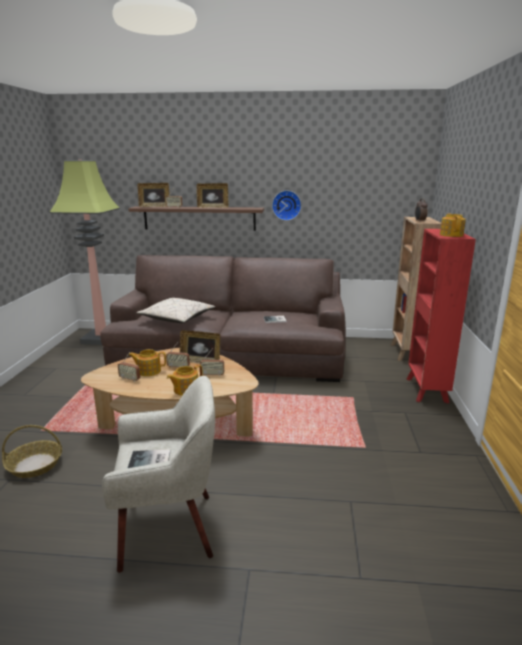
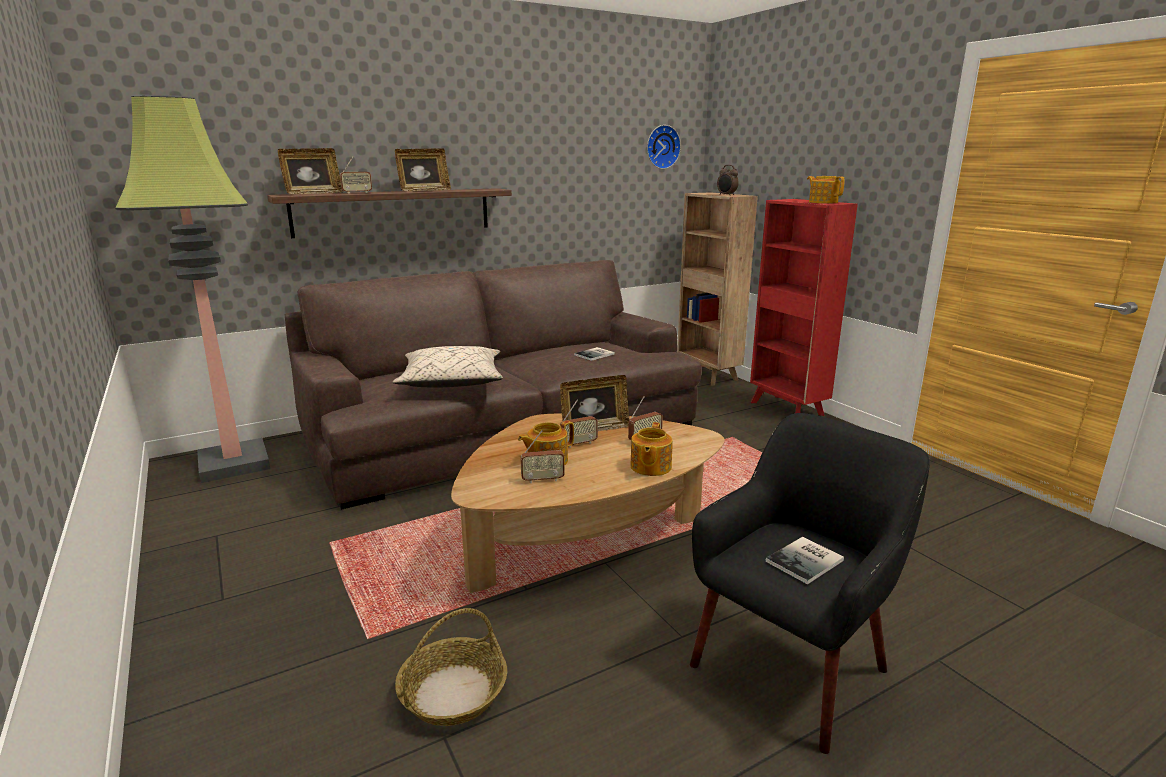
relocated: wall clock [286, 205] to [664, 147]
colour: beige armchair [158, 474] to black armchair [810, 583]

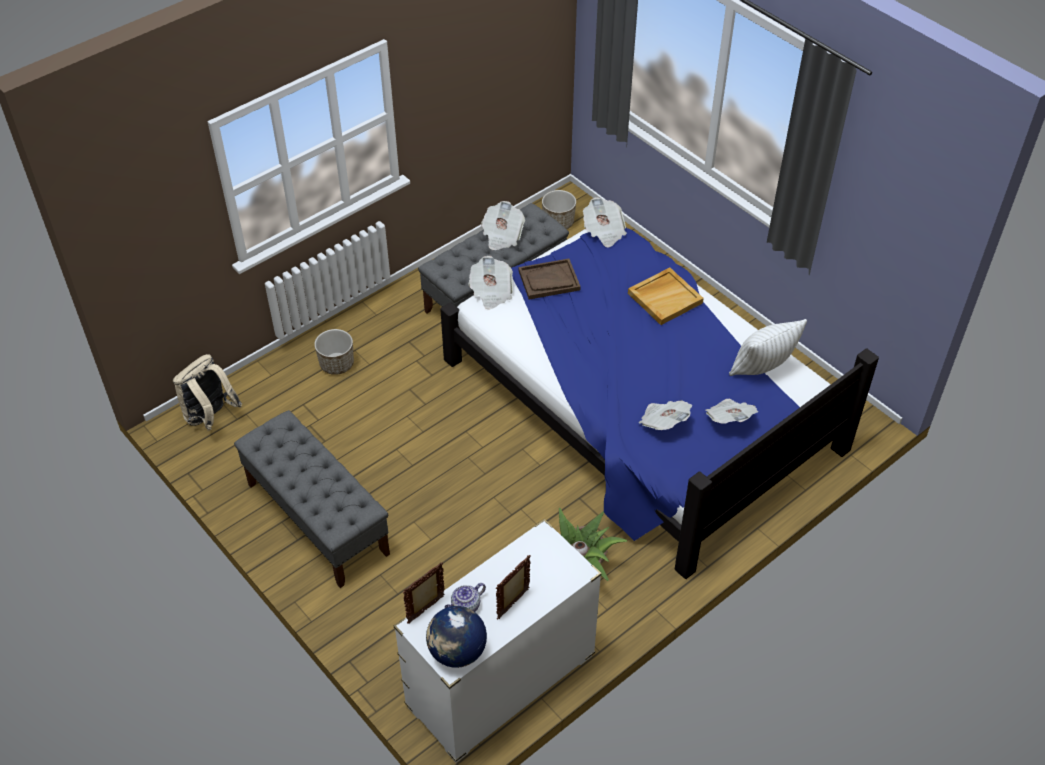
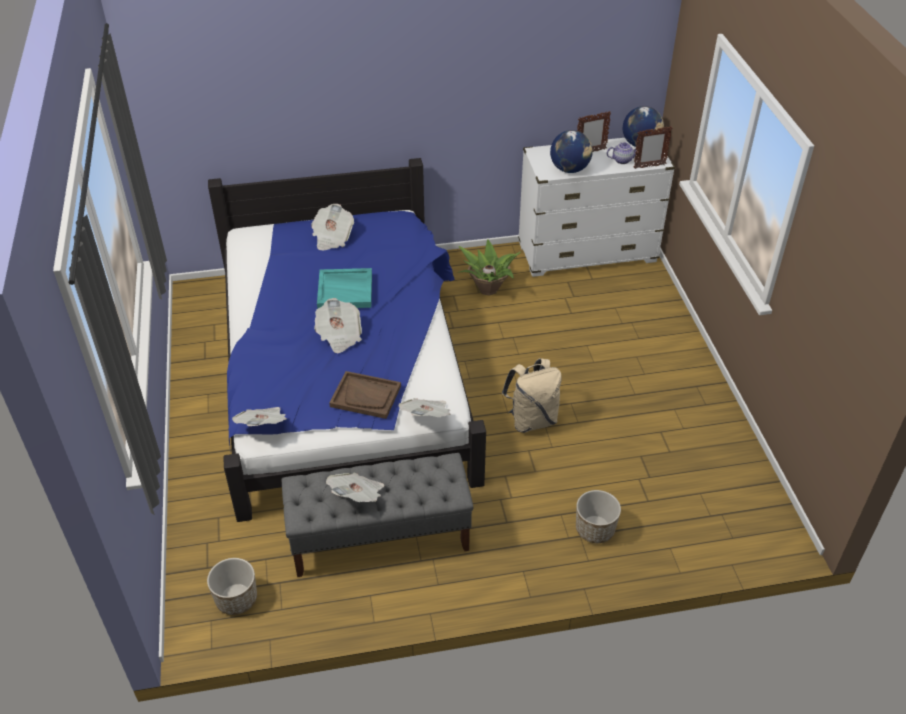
missing: grey bench [312, 499]; beige tray [666, 296]; white pillow [768, 347]
appeared: turquoise tray [344, 288]; globe [571, 151]
relocated: newspaper [665, 415] to [338, 325]; beige backpack [207, 392] to [532, 395]

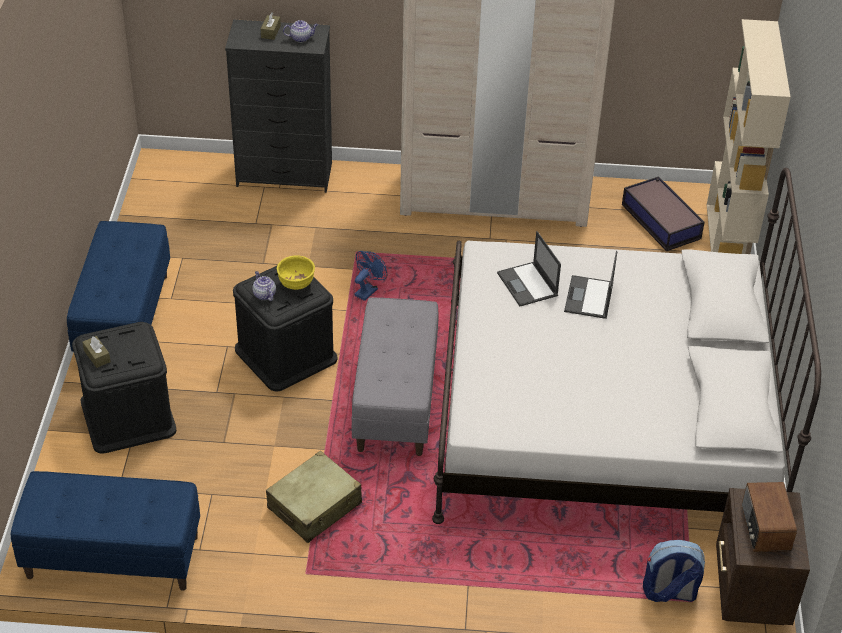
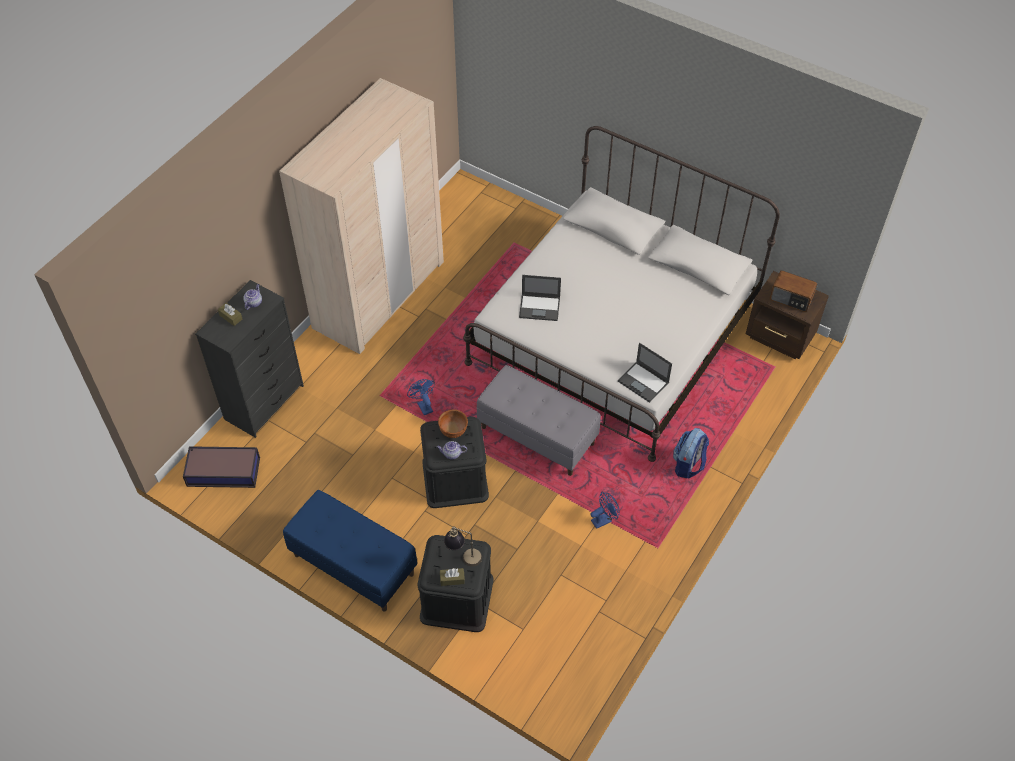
missing: blue bench [105, 531]; beige bookcase [749, 136]
appeared: table lamp [463, 546]
relocated: storage box [663, 213] to [221, 467]; laptop [590, 285] to [645, 373]; backpack [674, 571] to [691, 453]
exchanged: beige suitcase [314, 497] to blue fan [605, 510]
colour: yellow bowl [296, 272] to brown bowl [453, 423]

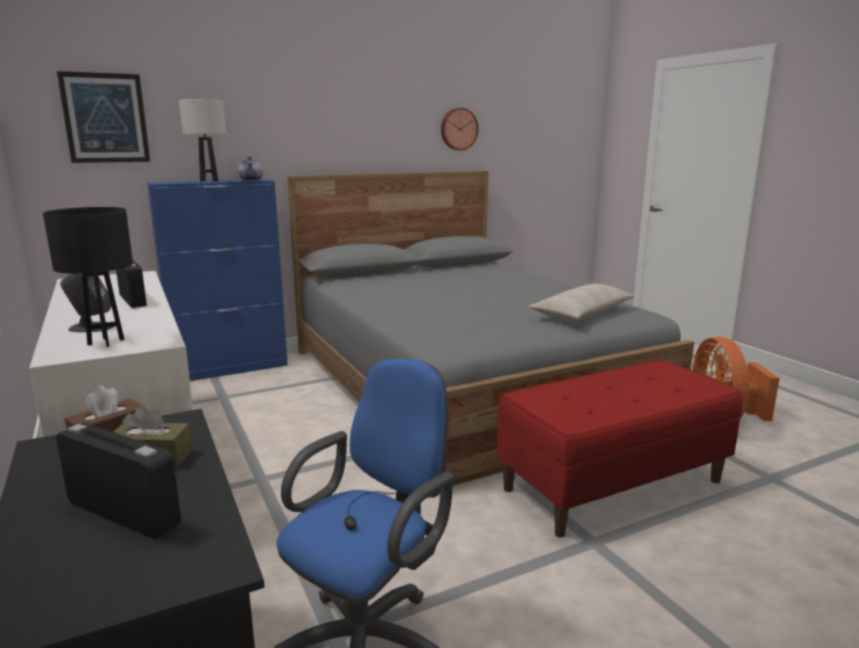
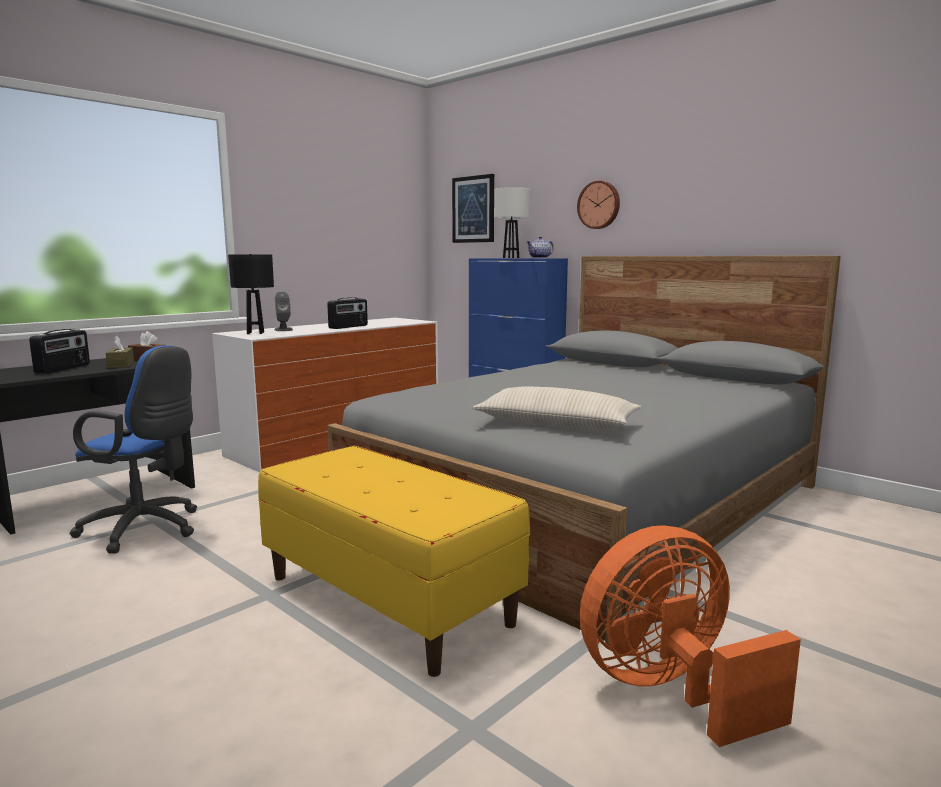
relocated: wall clock [460, 129] to [598, 205]
colour: red bench [620, 449] to yellow bench [394, 561]

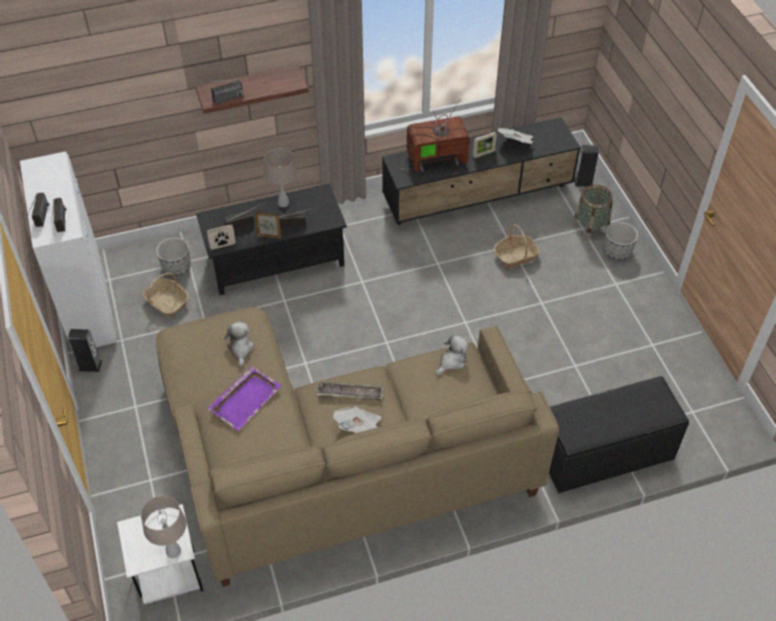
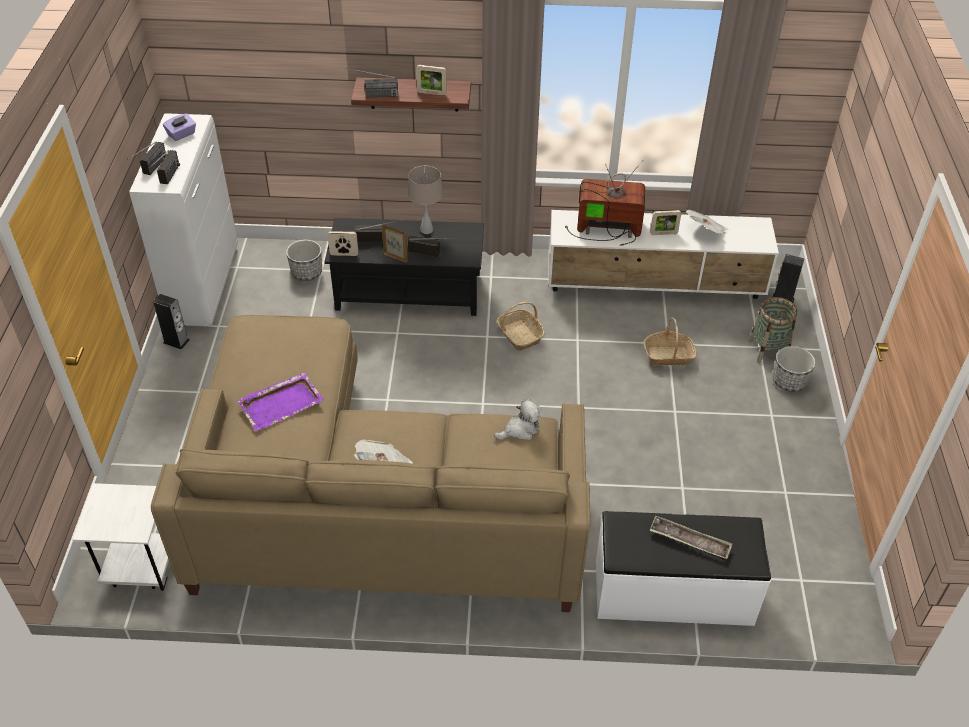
missing: beige table lamp [163, 526]; plush toy [239, 344]
appeared: purple tissue box [179, 127]; picture frame [431, 80]
relocated: basket [166, 295] to [521, 326]; tray [350, 391] to [690, 538]
colour: black tv stand [481, 171] to white tv stand [663, 254]; black bench [619, 434] to white bench [683, 568]

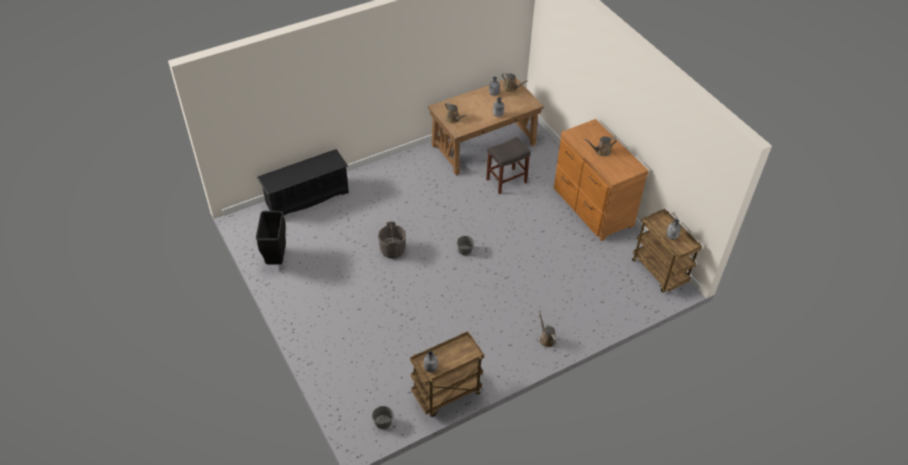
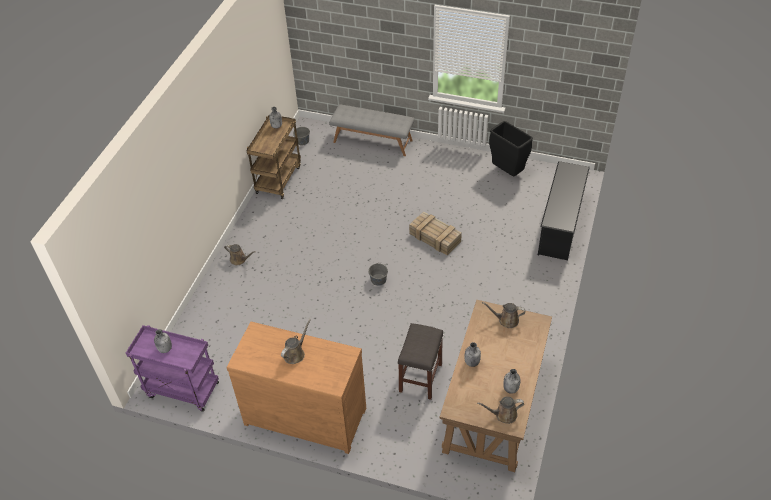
appeared: grey bench [371, 130]
exchanged: grey bucket [392, 239] to crate [435, 233]
colour: brown cart [667, 251] to purple cart [172, 368]

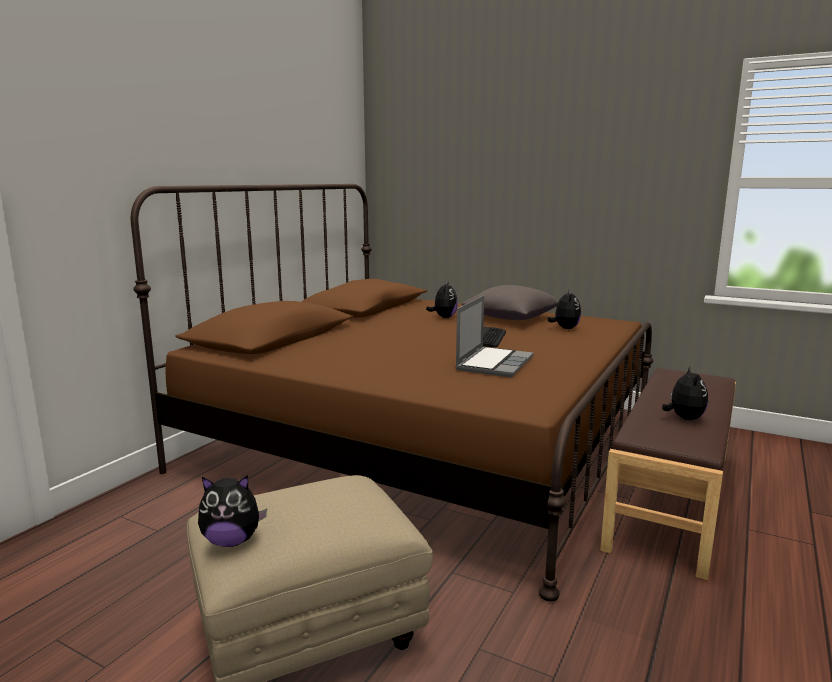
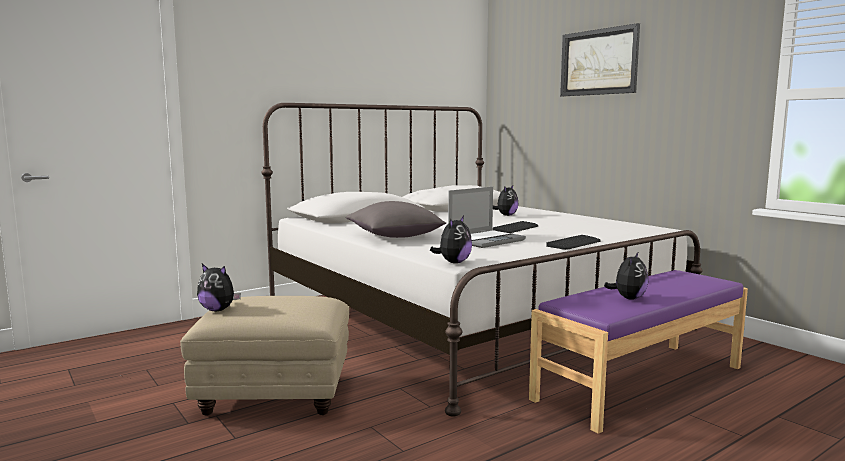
appeared: keyboard [573, 242]; picture [600, 59]
relocated: grey pillow [510, 302] to [396, 219]; plush toy [564, 309] to [451, 239]
colour: brown bed [391, 392] to white bed [482, 260]; brown bench [668, 474] to purple bench [638, 352]

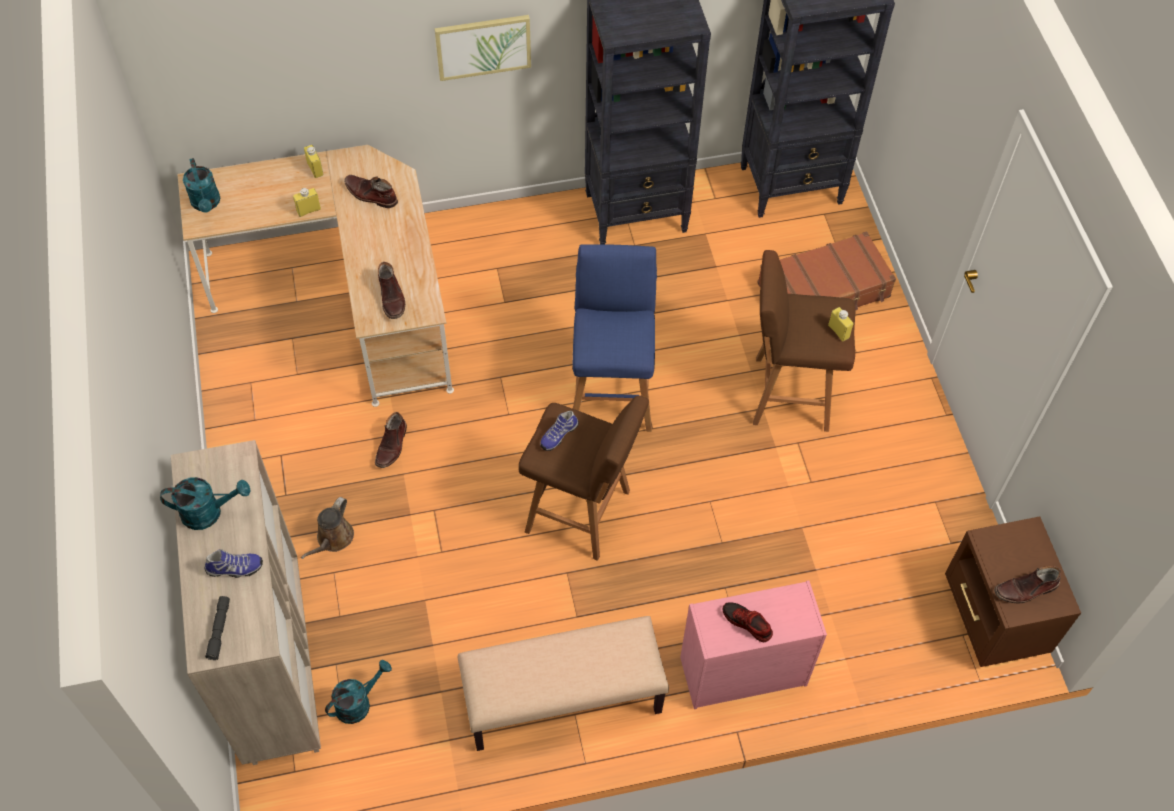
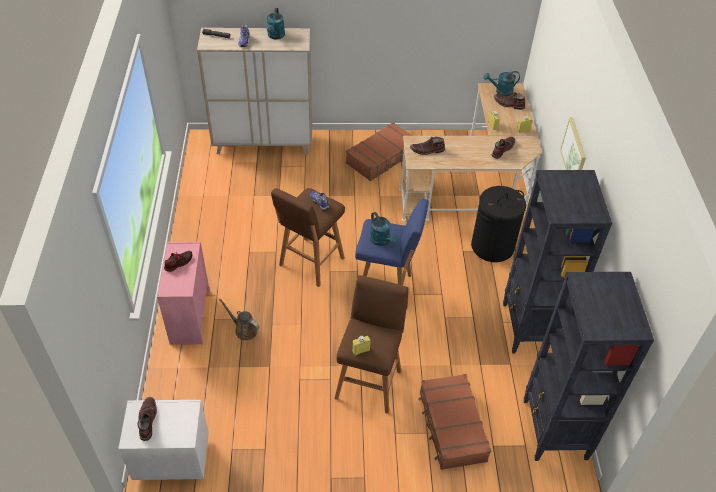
missing: beige bench [563, 683]
appeared: brown suitcase [379, 151]; black laundry basket [498, 224]
relocated: brown watering can [327, 528] to [239, 319]; turquoise watering can [358, 692] to [384, 229]; brown boot [391, 440] to [509, 101]
colour: brown nightstand [1013, 592] to white nightstand [163, 440]

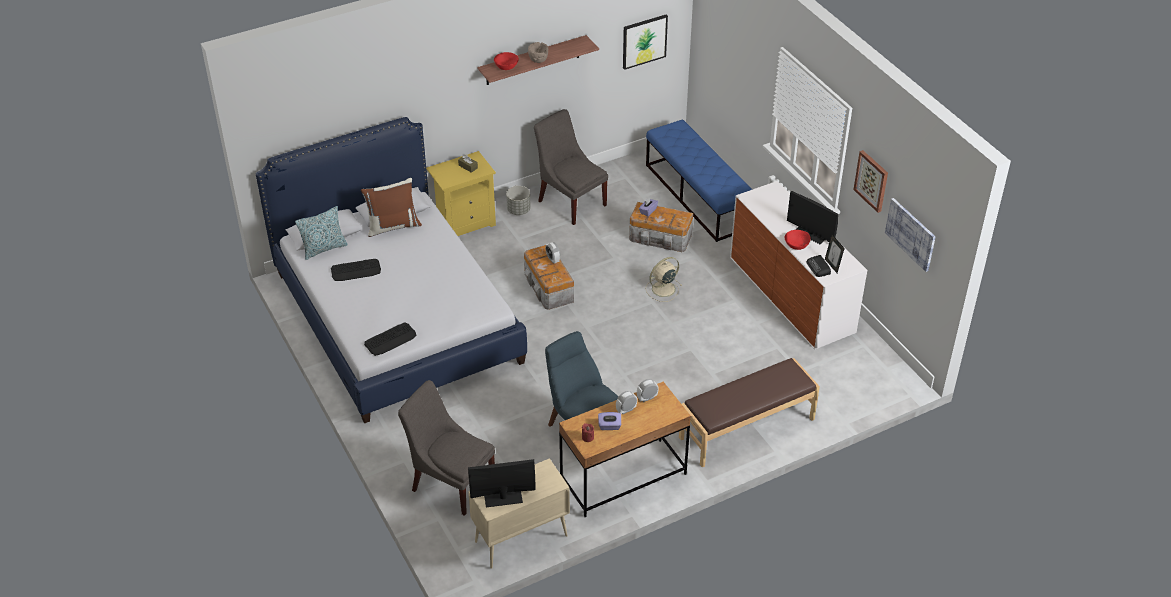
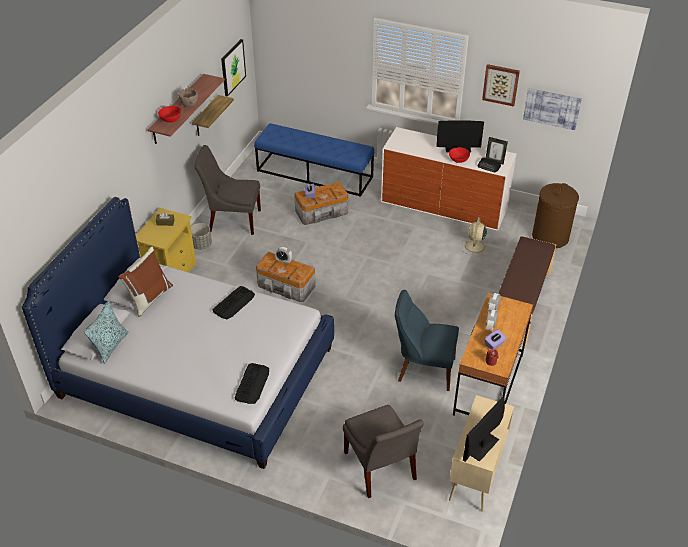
appeared: shelf [213, 115]; brown laundry basket [555, 215]
relocated: keyboard [356, 270] to [234, 302]; beige fan [664, 279] to [474, 236]
spun: grey chair [446, 448] = [383, 451] 105 degrees counterclockwise

